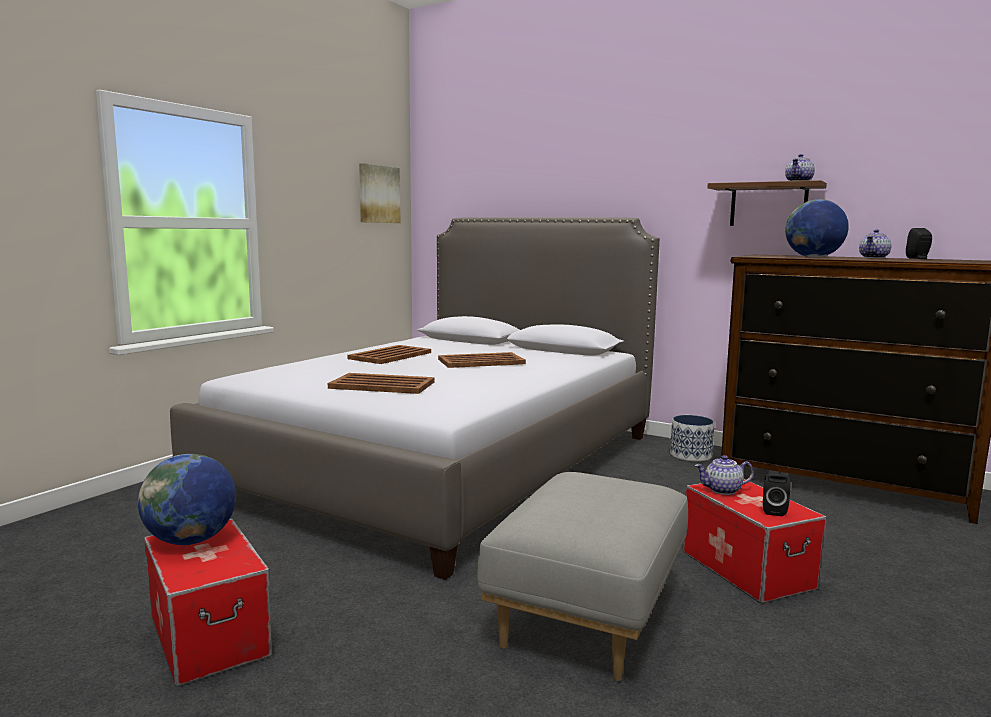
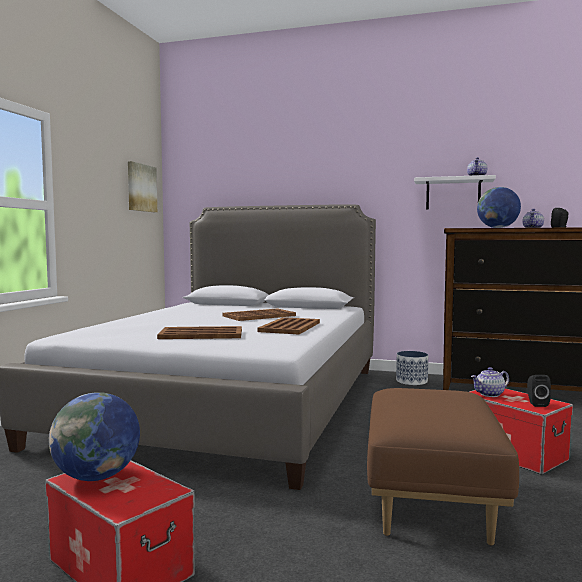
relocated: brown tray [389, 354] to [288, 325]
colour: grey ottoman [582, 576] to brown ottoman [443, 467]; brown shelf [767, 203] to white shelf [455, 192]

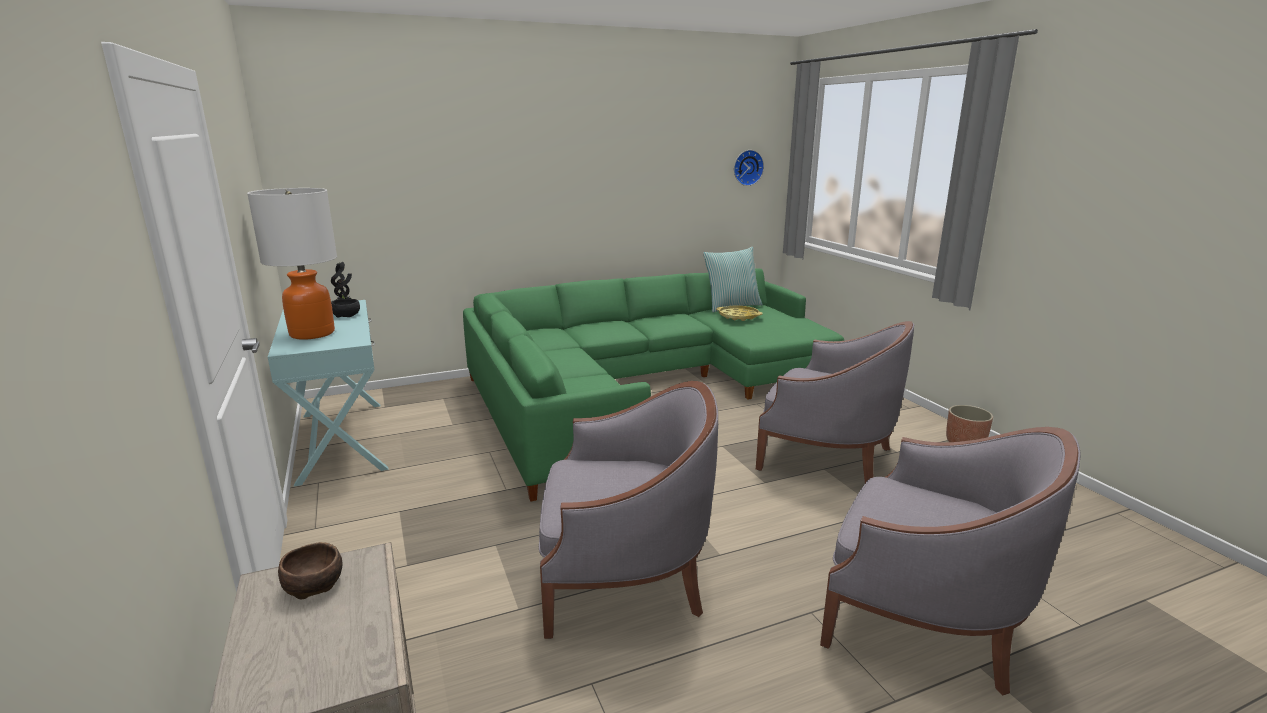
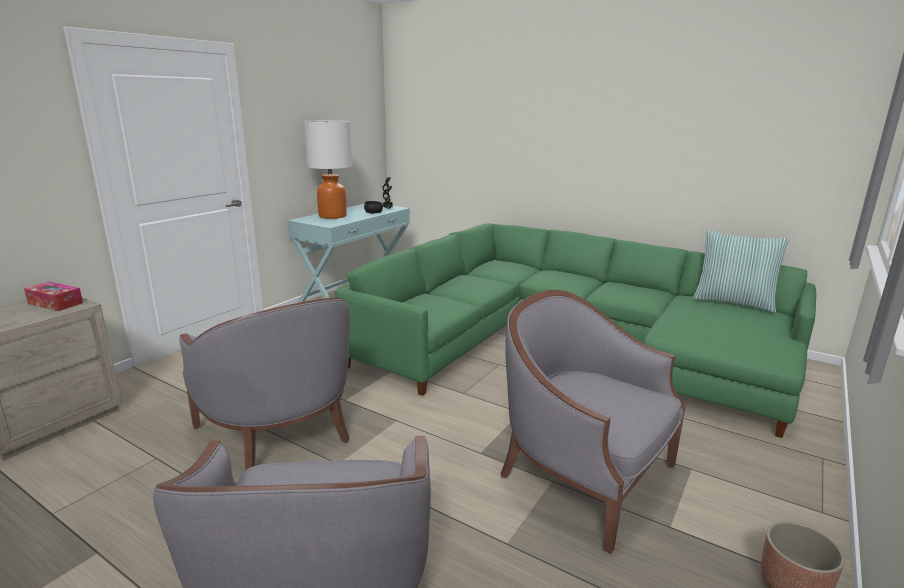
missing: yellow tray [739, 313]; wall clock [749, 168]
exchanged: brown bowl [310, 570] to tissue box [53, 296]
spun: grey armchair [835, 402] = [593, 422] 135 degrees clockwise

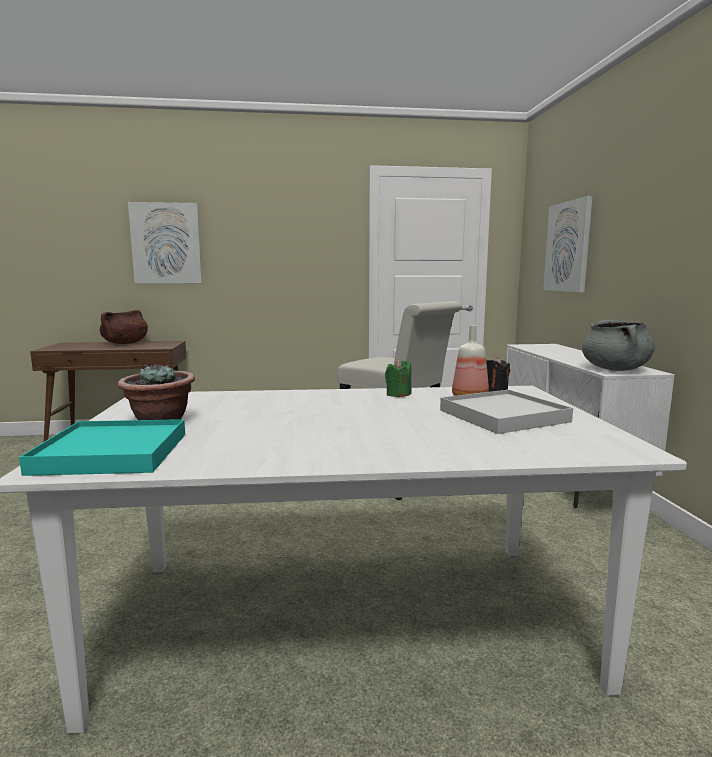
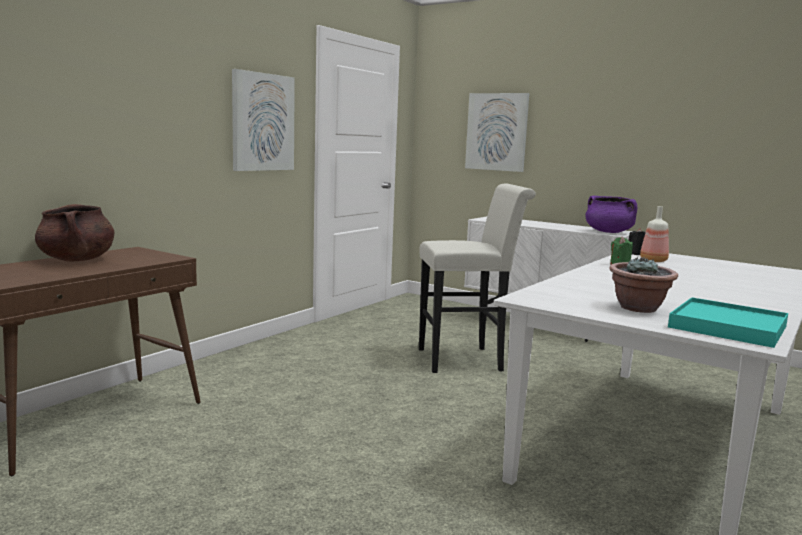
missing: white tray [506, 412]
relocated: picture [165, 242] to [263, 120]
colour: grey cooking pot [618, 345] to purple cooking pot [611, 214]

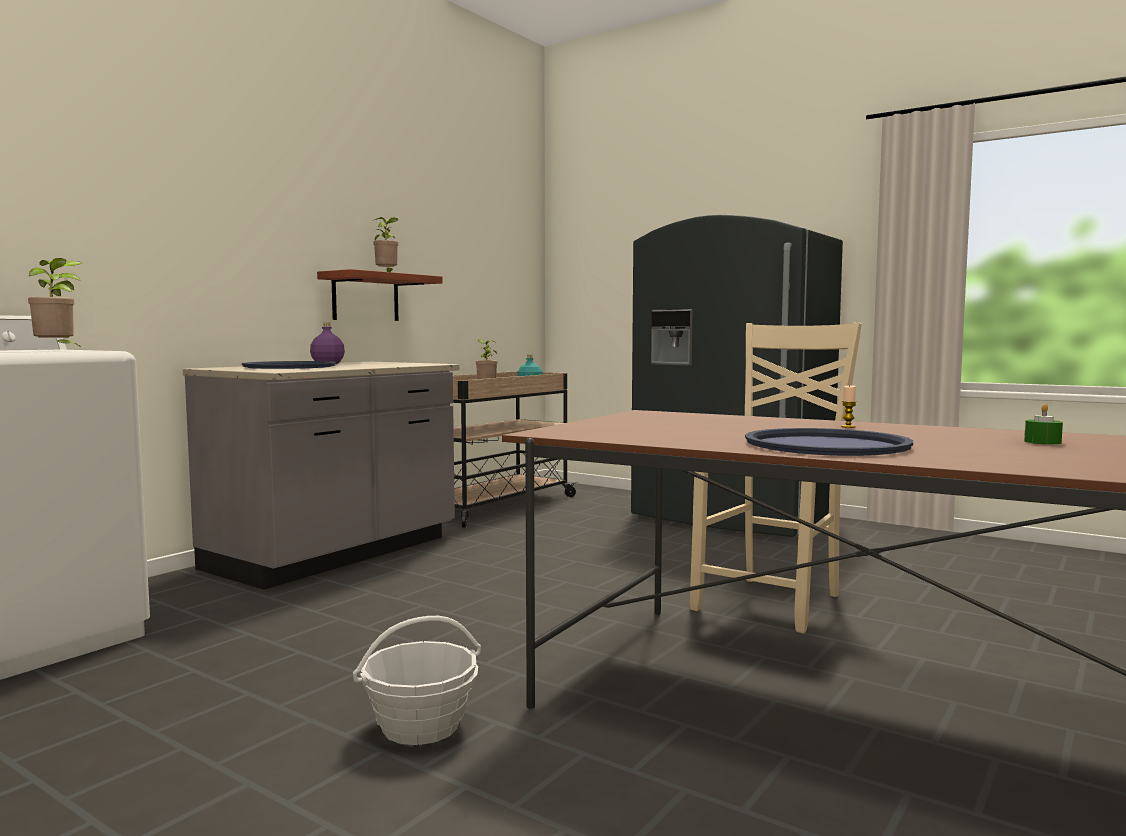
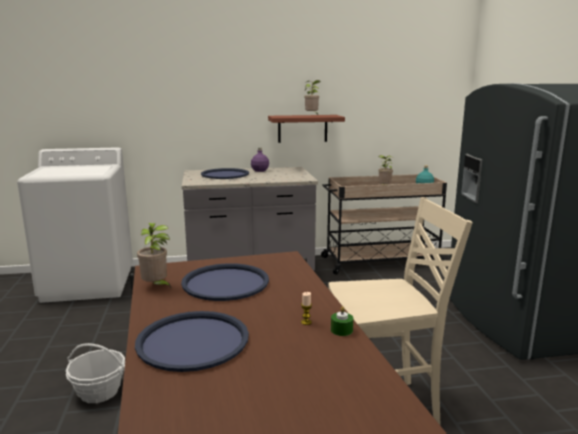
appeared: blue tray [225, 282]
relocated: potted plant [56, 304] to [154, 256]; green candle [1043, 424] to [342, 321]

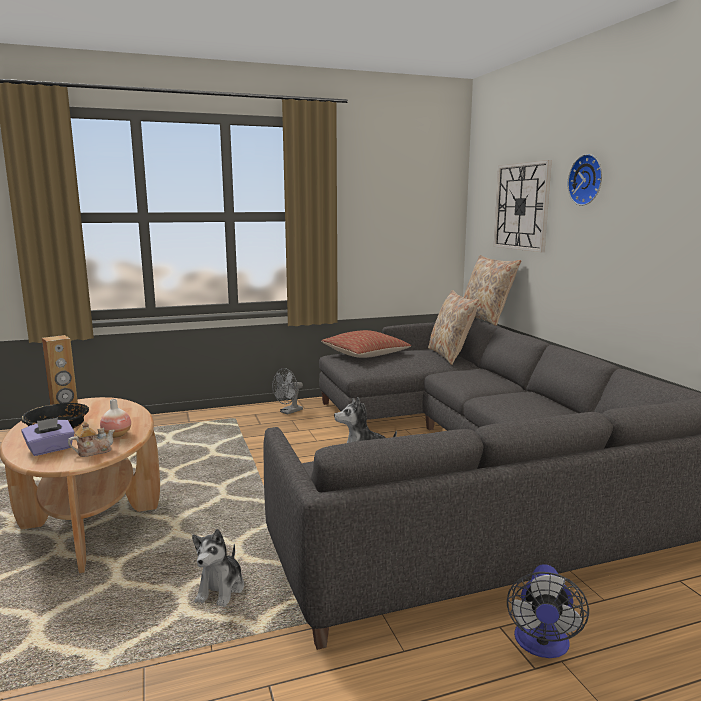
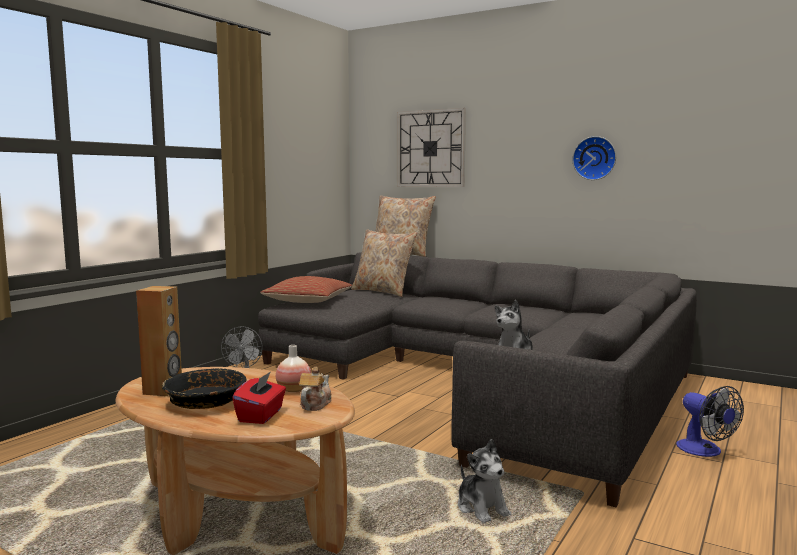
relocated: wall clock [585, 180] to [594, 158]
colour: purple tissue box [48, 436] to red tissue box [259, 397]

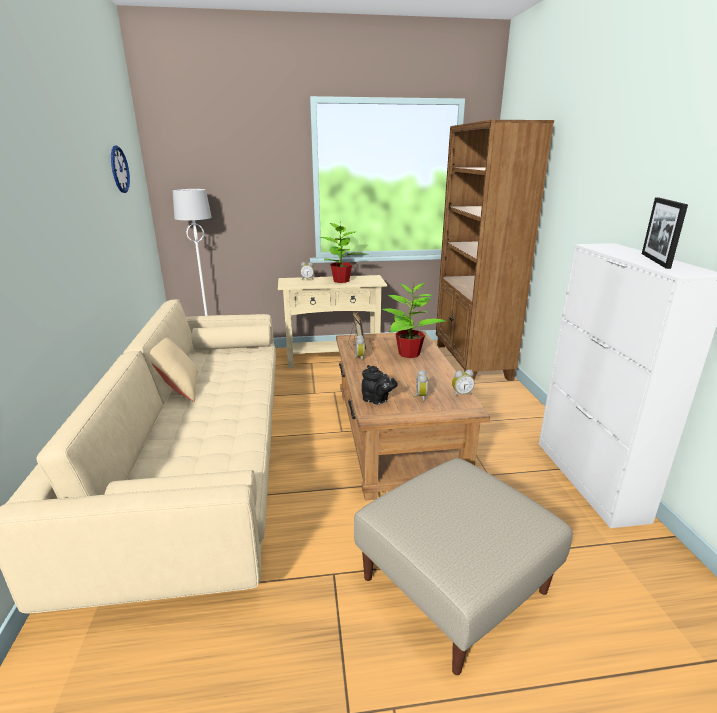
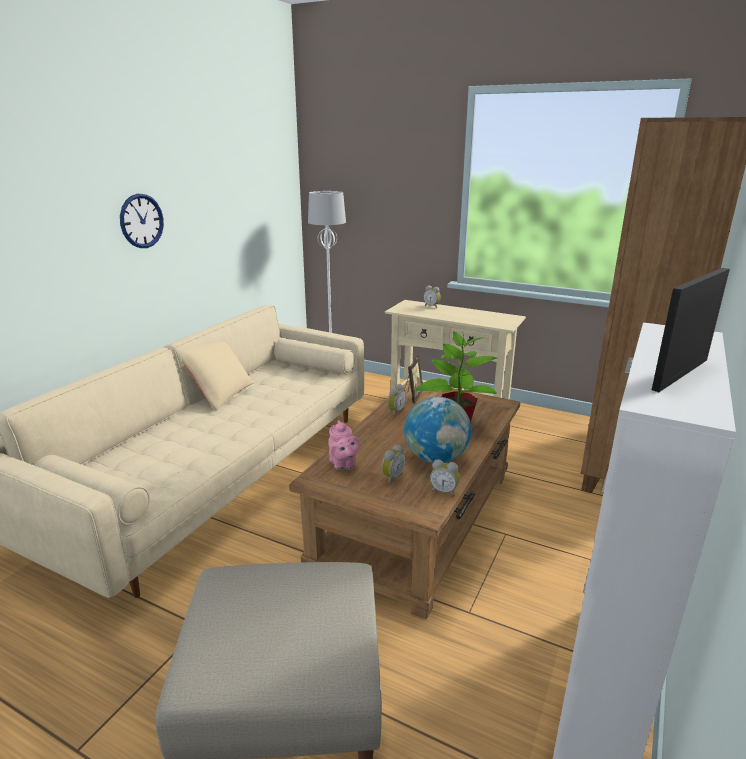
missing: potted plant [344, 251]
appeared: globe [437, 430]
relocated: wall clock [120, 169] to [142, 221]
colour: black teapot [380, 385] to pink teapot [344, 445]

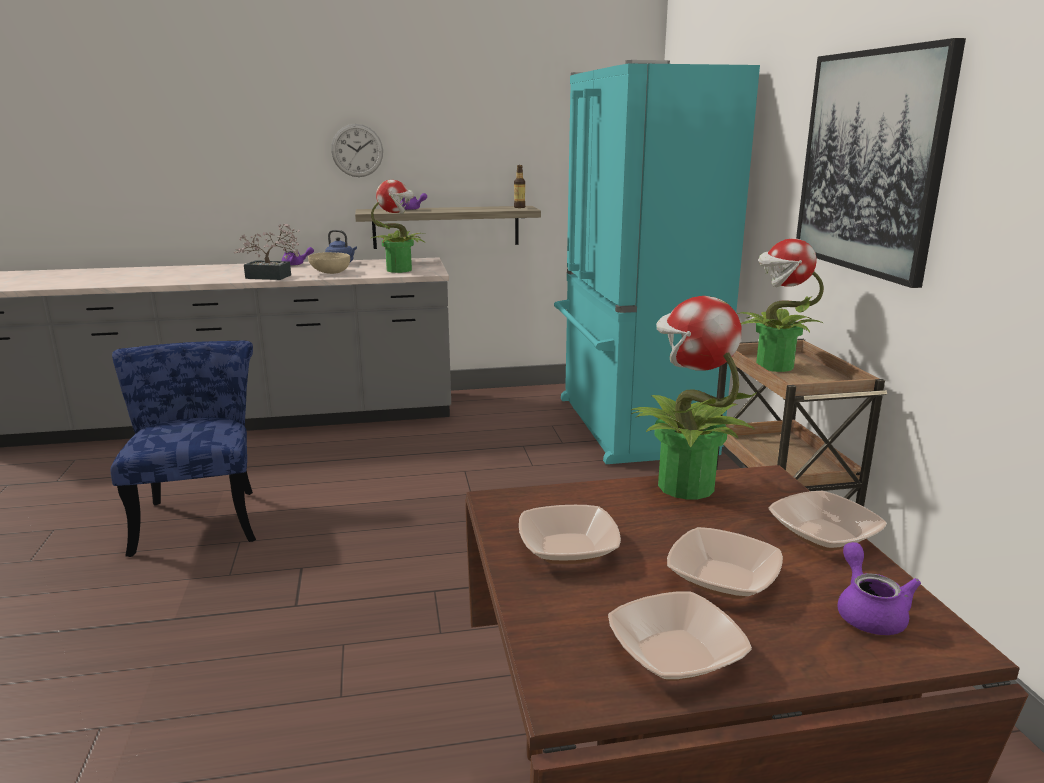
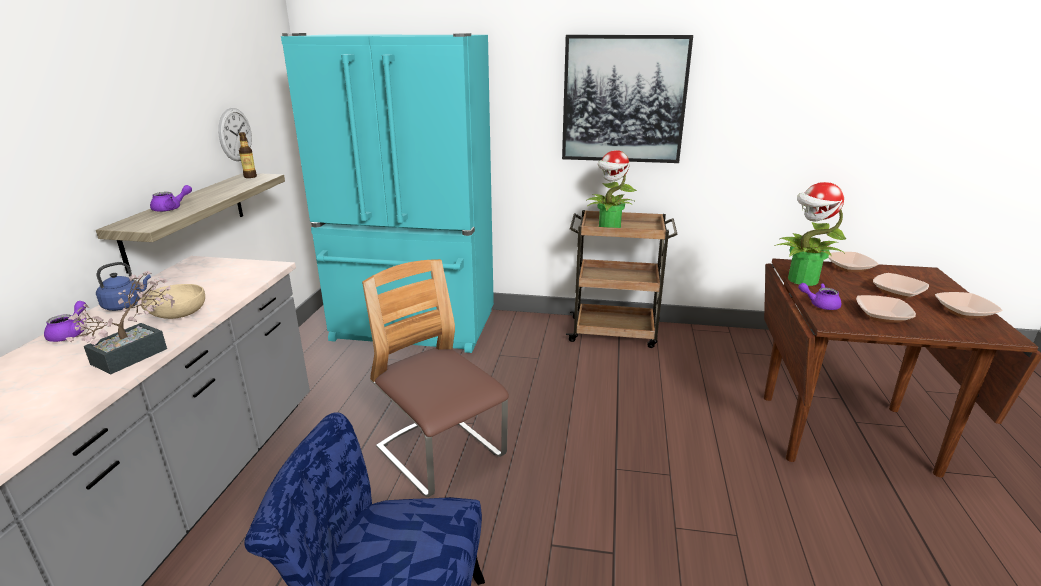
missing: potted plant [398, 226]
appeared: chair [435, 378]
relocated: wall clock [357, 150] to [235, 134]; purple teapot [879, 588] to [819, 296]

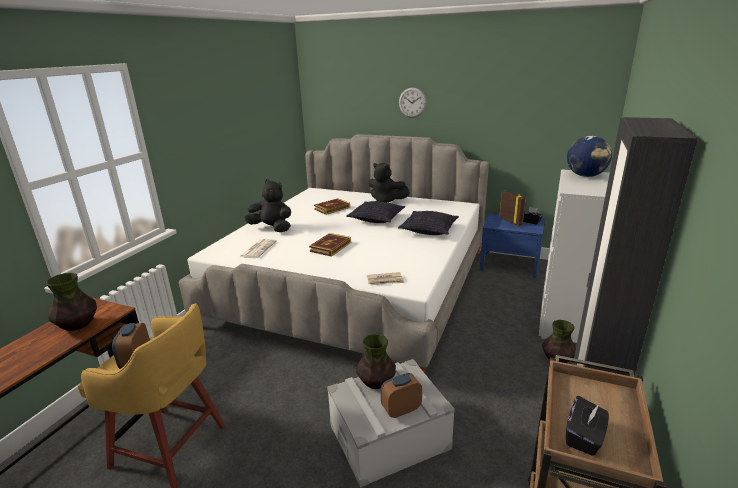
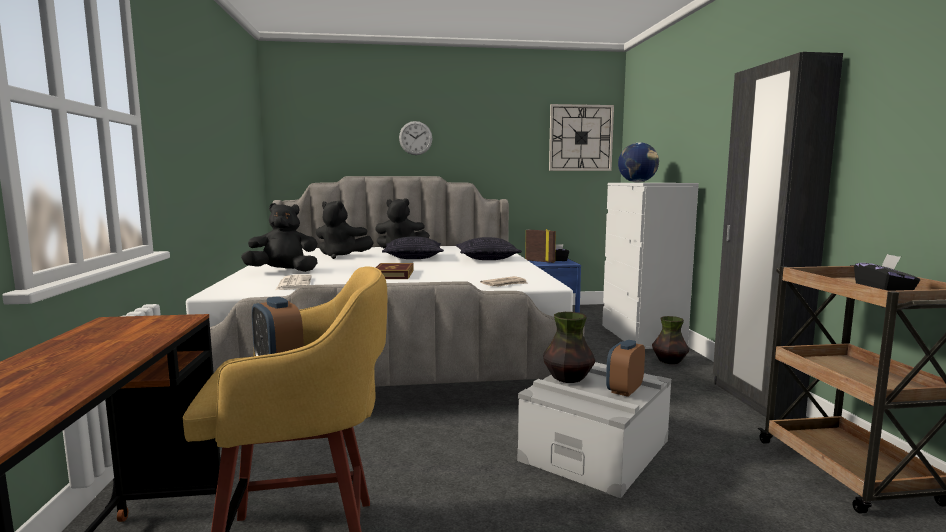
missing: vase [71, 302]
appeared: wall clock [581, 137]
exchanged: book [332, 206] to black plush toy [345, 229]

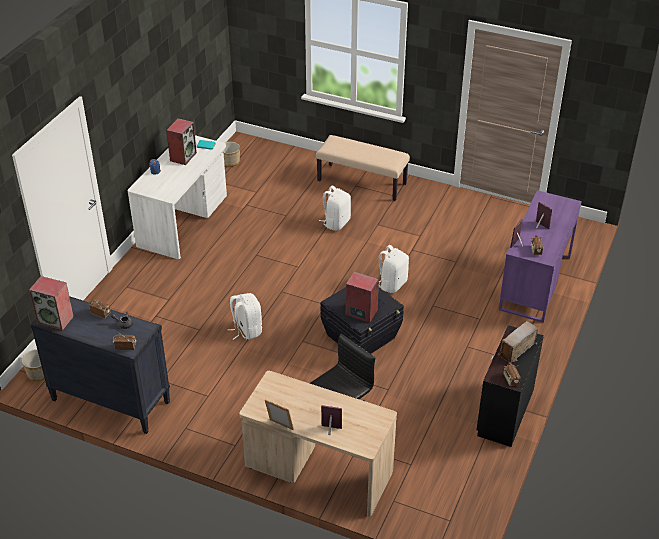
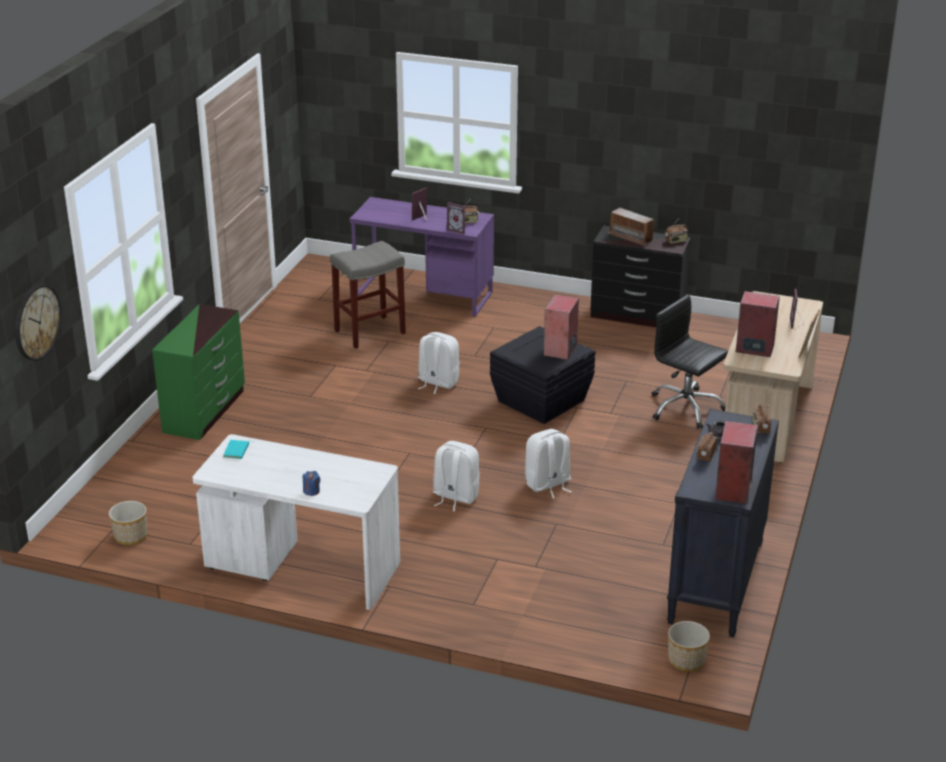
appeared: wall clock [38, 322]; grey stool [368, 295]
relocated: white backpack [335, 208] to [456, 476]; speaker [181, 141] to [758, 324]
exchanged: beige bench [363, 168] to green dresser [198, 372]

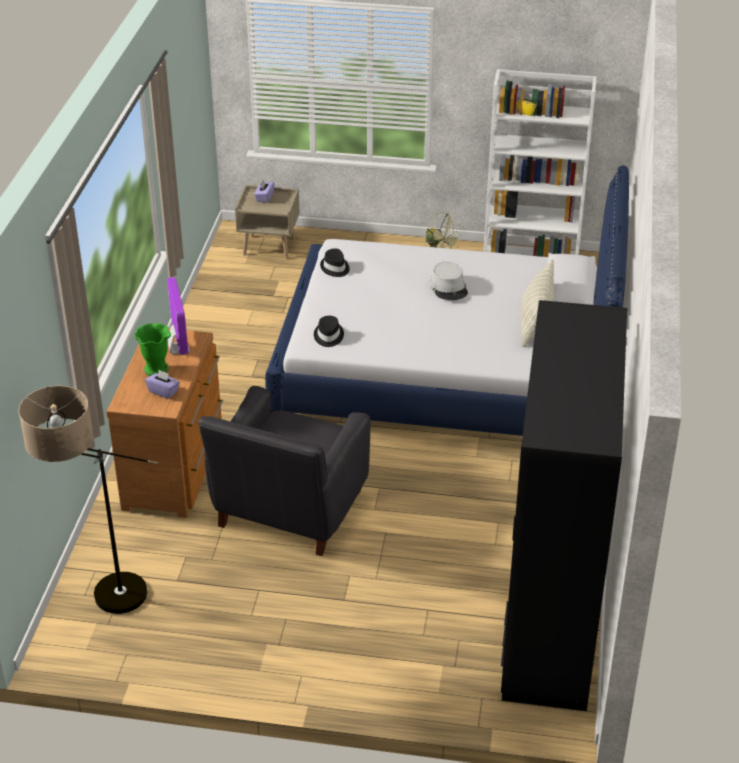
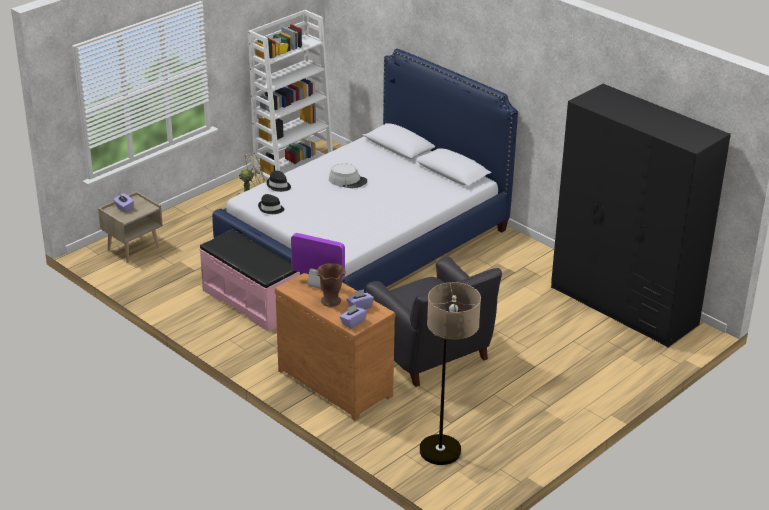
missing: pillow [537, 303]
appeared: pink bench [249, 280]; purple tissue box [353, 316]
relocated: black hat [329, 331] to [279, 181]
colour: green vase [152, 349] to brown vase [331, 285]

